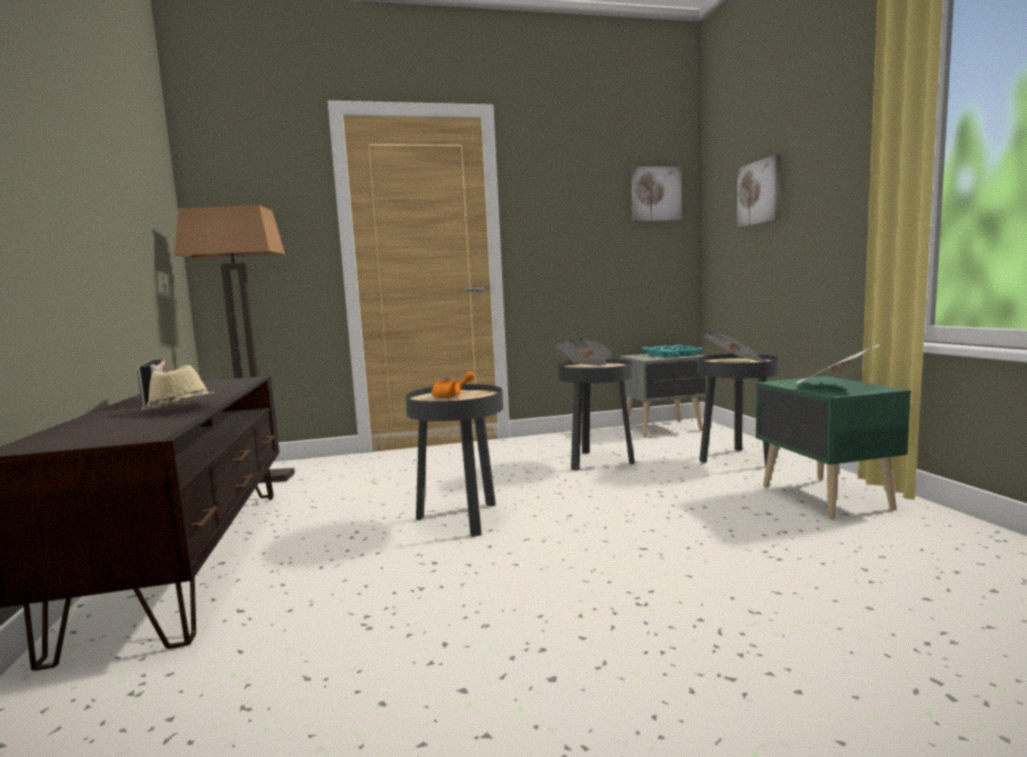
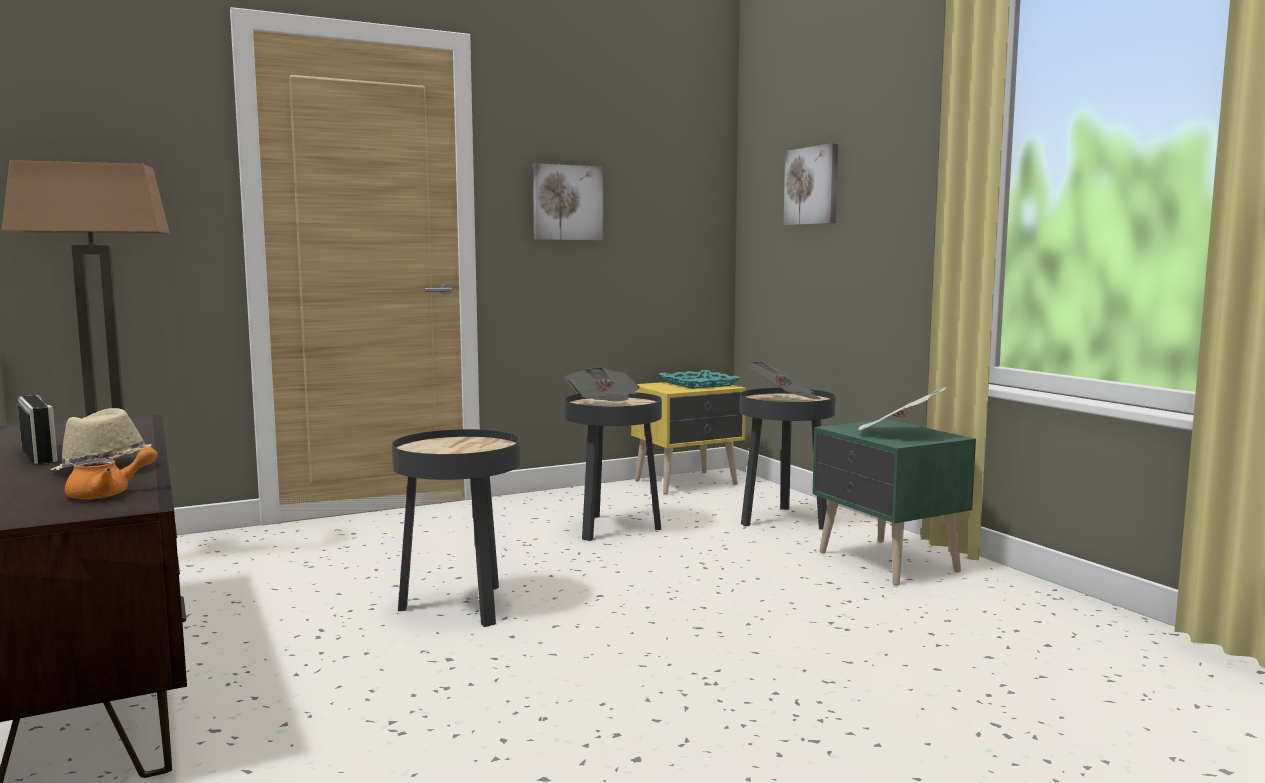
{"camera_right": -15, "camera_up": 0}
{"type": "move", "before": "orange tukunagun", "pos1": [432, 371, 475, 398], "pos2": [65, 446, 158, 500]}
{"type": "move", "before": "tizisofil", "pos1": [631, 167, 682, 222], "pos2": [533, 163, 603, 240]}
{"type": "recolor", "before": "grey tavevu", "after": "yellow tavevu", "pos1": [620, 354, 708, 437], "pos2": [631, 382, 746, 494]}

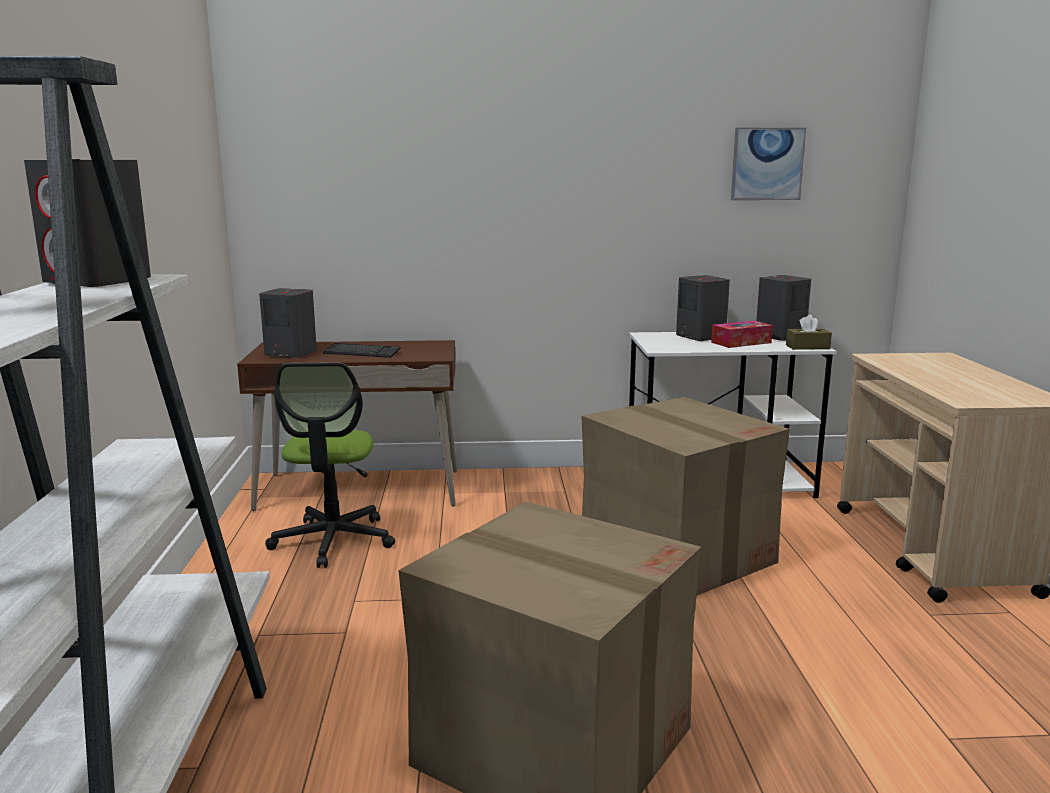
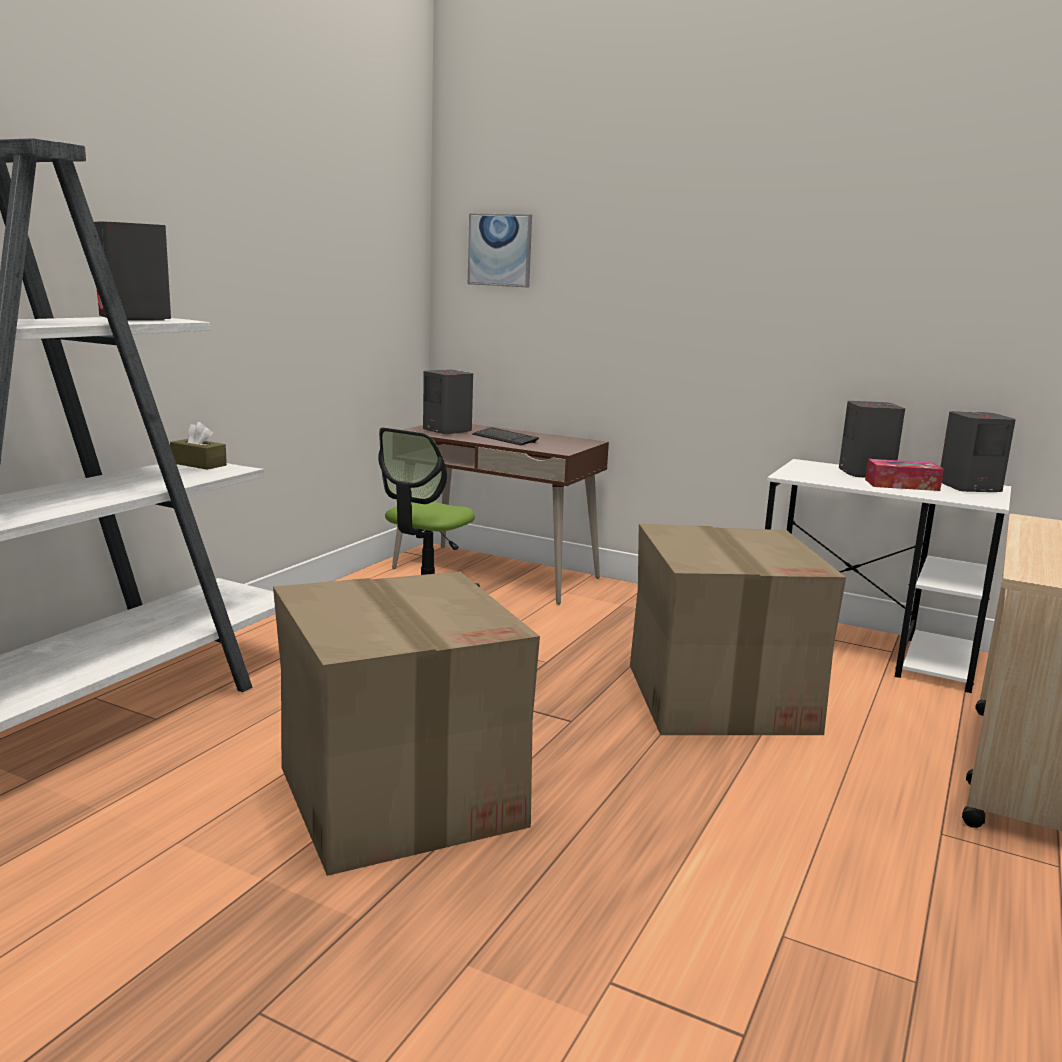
{"camera_right": 30, "camera_up": 0}
{"type": "move", "before": "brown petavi", "pos1": [786, 314, 832, 350], "pos2": [170, 422, 227, 470]}
{"type": "move", "before": "tizisofil", "pos1": [731, 128, 806, 200], "pos2": [468, 213, 532, 287]}

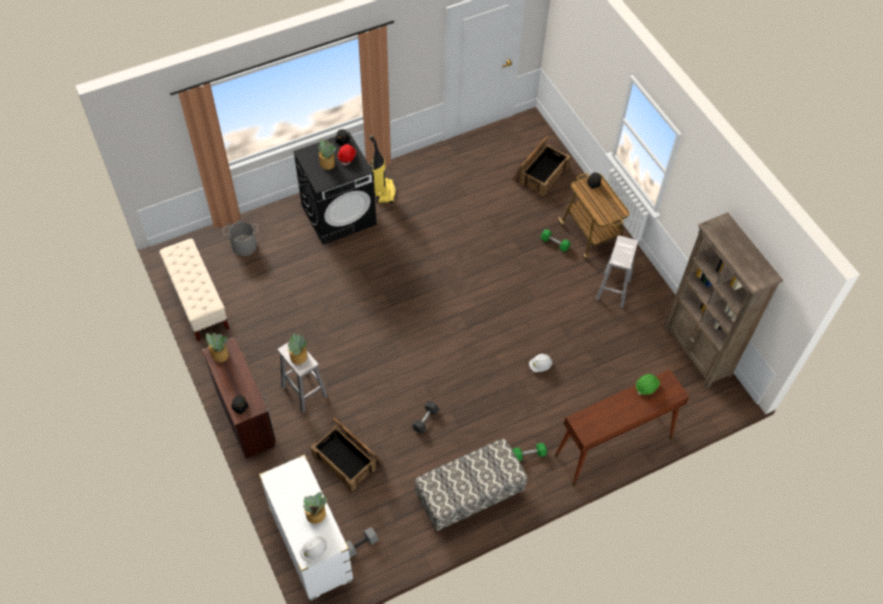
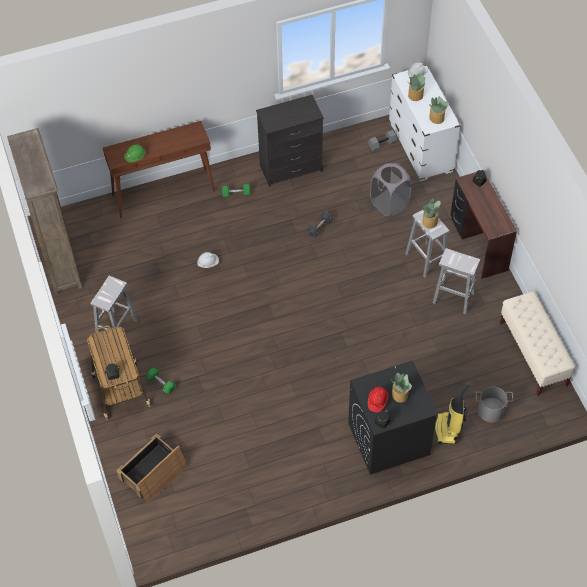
{"camera_right": -170, "camera_up": 0}
{"type": "replace", "before": "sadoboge", "after": "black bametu", "pos1": [415, 438, 527, 533], "pos2": [256, 95, 324, 187]}
{"type": "replace", "before": "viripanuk", "after": "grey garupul", "pos1": [310, 418, 382, 492], "pos2": [370, 162, 411, 217]}
{"type": "move", "before": "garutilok", "pos1": [204, 333, 229, 362], "pos2": [429, 96, 449, 124]}
{"type": "insert", "after": "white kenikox", "pos2": [433, 248, 480, 314]}
{"type": "move", "before": "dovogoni", "pos1": [369, 135, 396, 204], "pos2": [435, 383, 470, 444]}

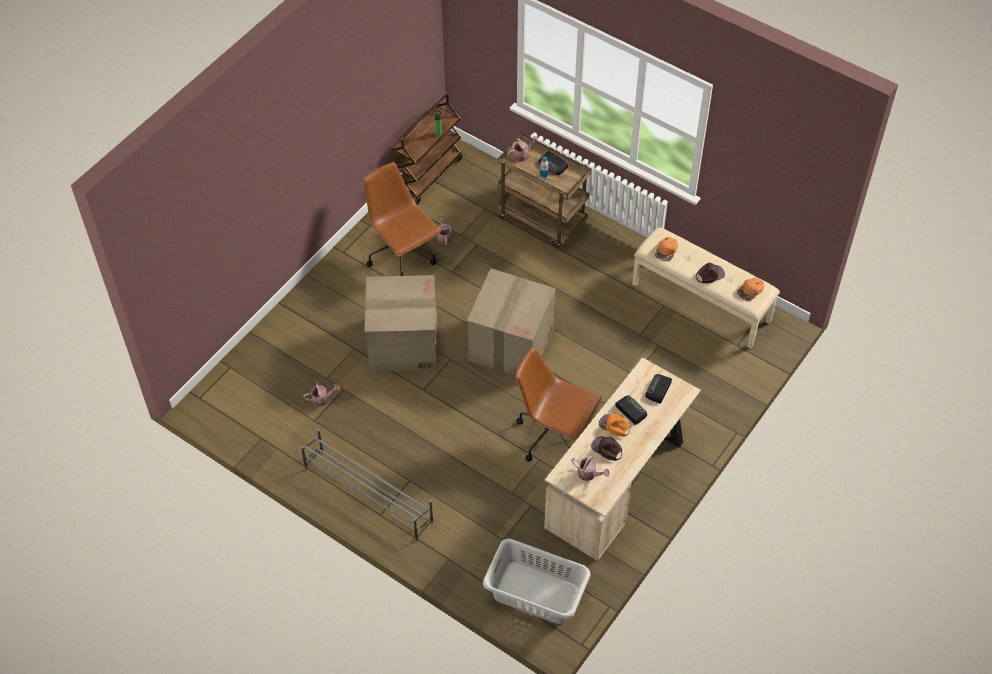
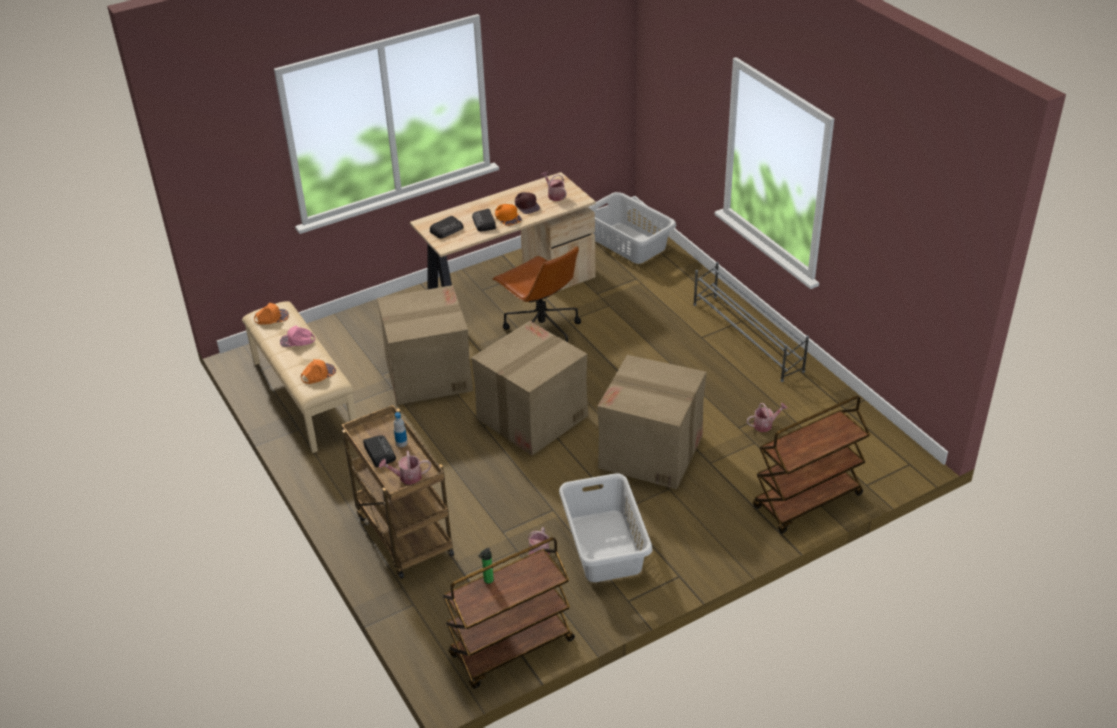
{"camera_right": -155, "camera_up": -15}
{"type": "recolor", "before": "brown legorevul", "after": "pink legorevul", "pos1": [696, 262, 725, 283], "pos2": [280, 326, 315, 347]}
{"type": "insert", "after": "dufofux", "pos2": [377, 285, 473, 405]}
{"type": "replace", "before": "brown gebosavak", "after": "grey garupul", "pos1": [363, 162, 441, 276], "pos2": [559, 473, 653, 582]}
{"type": "rotate", "before": "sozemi", "pos1": [303, 383, 340, 406], "pos2": [747, 403, 788, 432], "turn": 150}
{"type": "insert", "after": "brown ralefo", "pos2": [753, 396, 870, 534]}

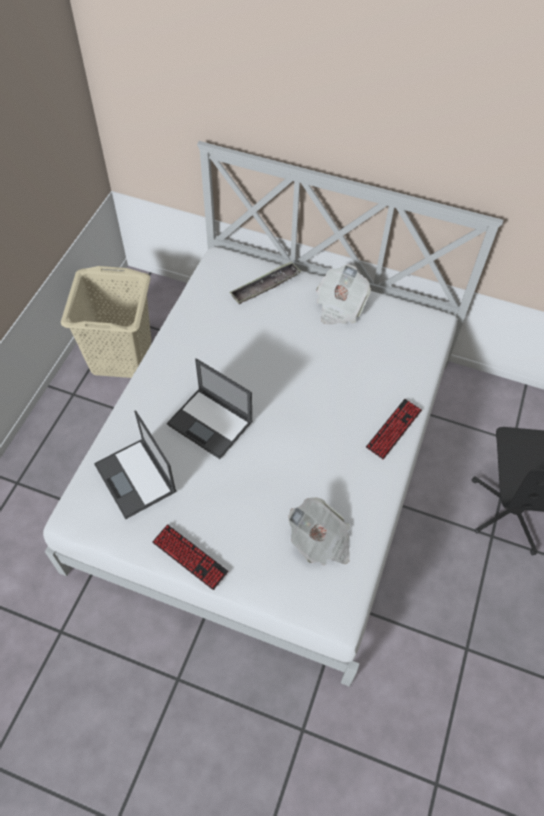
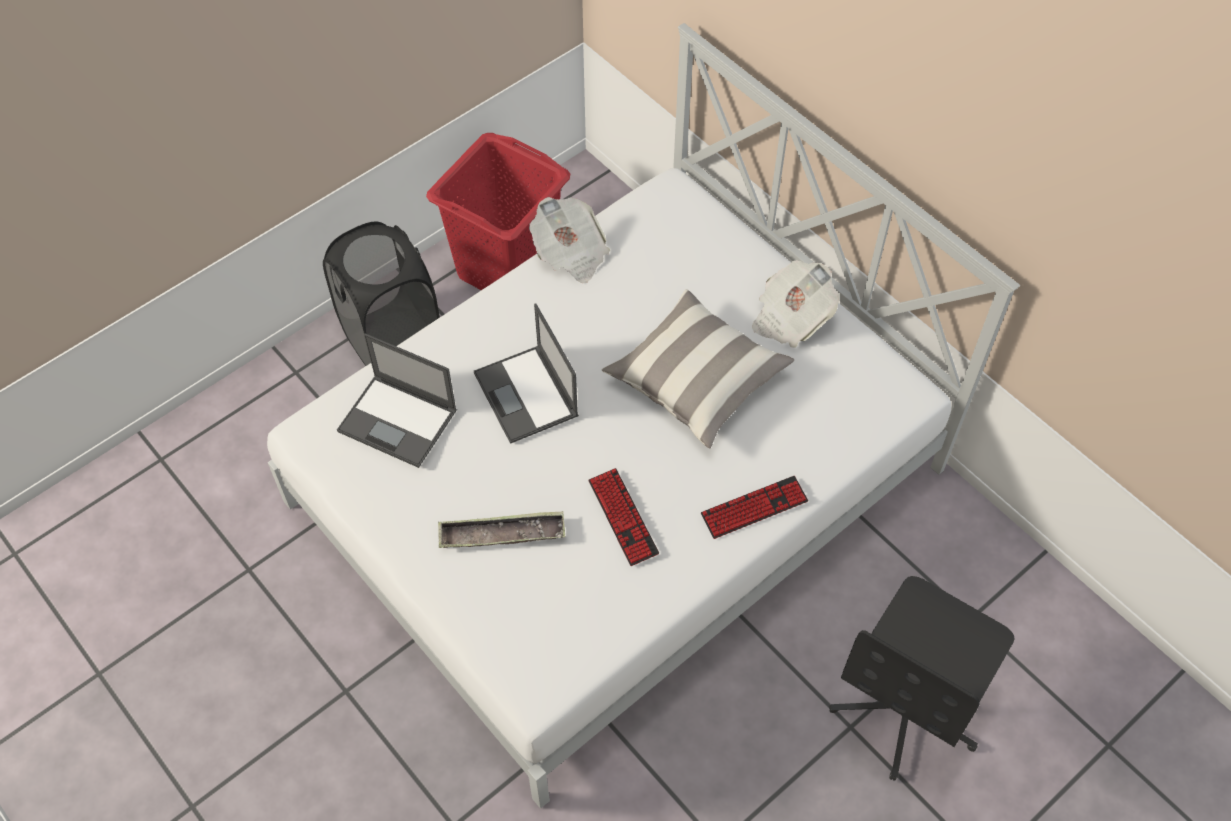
{"camera_right": 30, "camera_up": 0}
{"type": "insert", "after": "black garupul", "pos2": [323, 221, 440, 366]}
{"type": "rotate", "before": "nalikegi", "pos1": [94, 410, 177, 519], "pos2": [337, 333, 457, 468], "turn": -60}
{"type": "recolor", "before": "beige garupul", "after": "red garupul", "pos1": [61, 266, 151, 378], "pos2": [426, 133, 570, 290]}
{"type": "move", "before": "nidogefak", "pos1": [230, 261, 302, 304], "pos2": [438, 511, 565, 548]}
{"type": "move", "before": "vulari", "pos1": [288, 497, 350, 565], "pos2": [529, 197, 610, 283]}
{"type": "move", "before": "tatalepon", "pos1": [152, 524, 228, 590], "pos2": [588, 468, 659, 566]}
{"type": "insert", "after": "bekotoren", "pos2": [602, 289, 794, 449]}

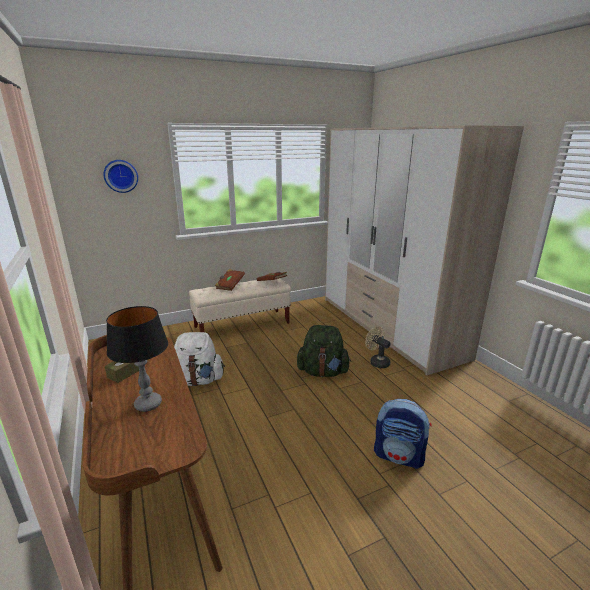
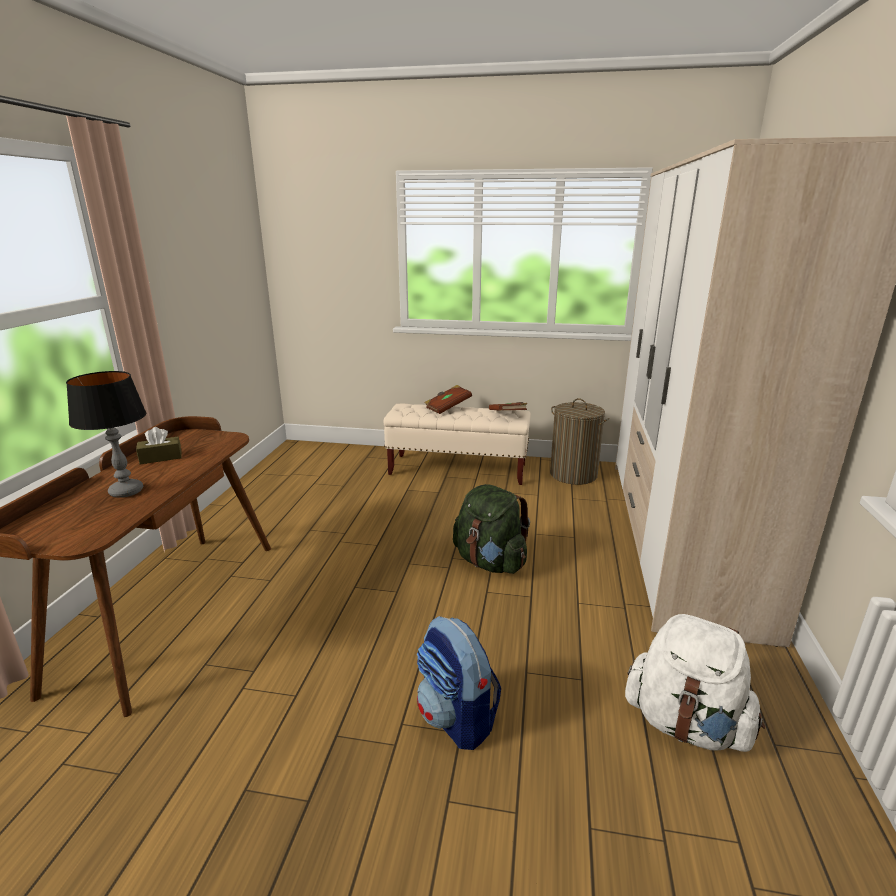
{"camera_right": 35, "camera_up": 0}
{"type": "insert", "after": "garupul", "pos2": [550, 398, 610, 485]}
{"type": "move", "before": "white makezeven", "pos1": [174, 332, 225, 386], "pos2": [625, 614, 765, 752]}
{"type": "delete", "before": "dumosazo", "pos1": [103, 160, 138, 193]}
{"type": "delete", "before": "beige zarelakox", "pos1": [365, 327, 390, 368]}

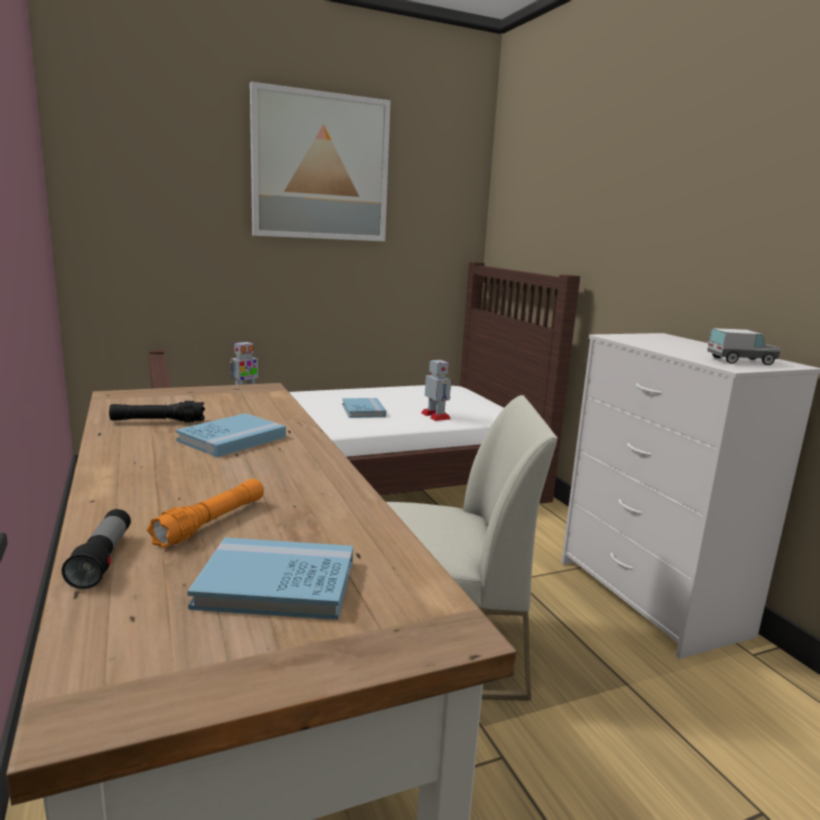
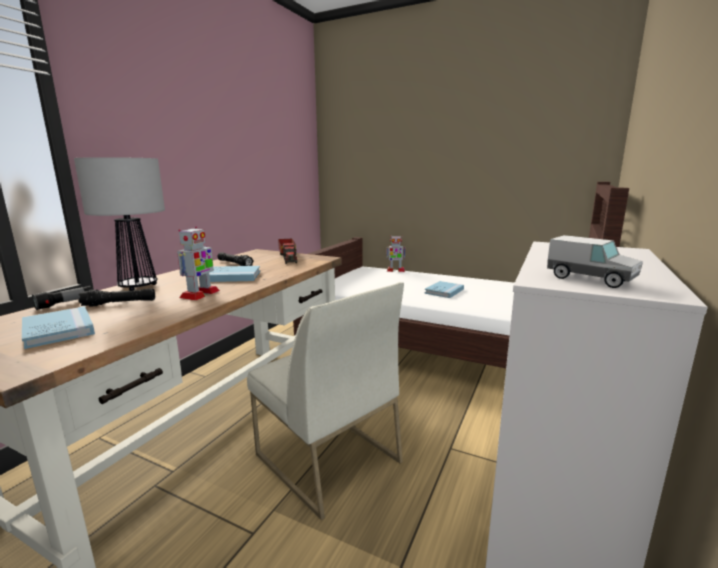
{"camera_right": 50, "camera_up": 0}
{"type": "insert", "after": "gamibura", "pos2": [74, 157, 165, 291]}
{"type": "recolor", "before": "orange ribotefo", "after": "black ribotefo", "pos1": [147, 479, 264, 548], "pos2": [78, 289, 155, 307]}
{"type": "move", "before": "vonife", "pos1": [421, 358, 452, 421], "pos2": [177, 227, 220, 300]}
{"type": "insert", "after": "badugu", "pos2": [278, 239, 297, 264]}
{"type": "delete", "before": "tizisofil", "pos1": [250, 82, 391, 241]}

